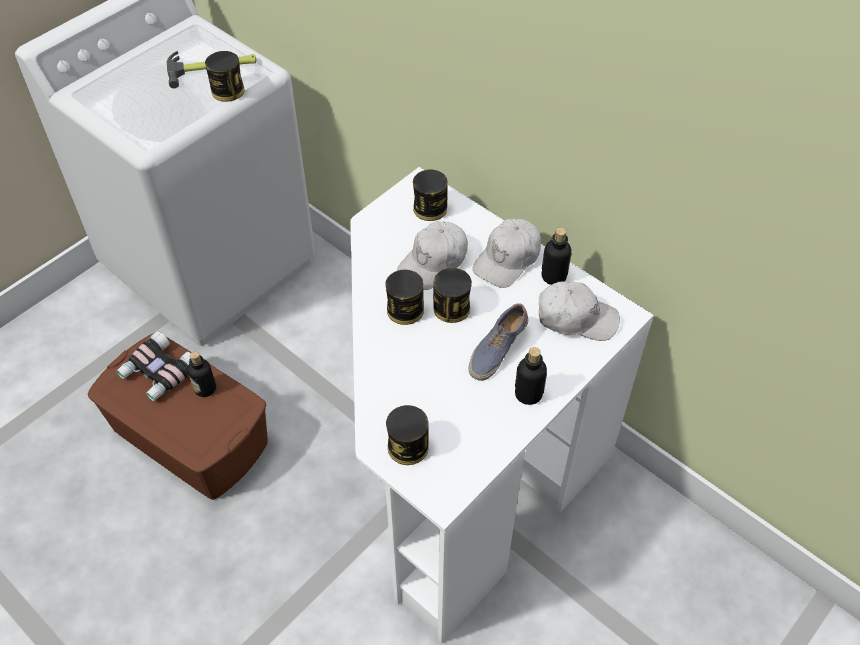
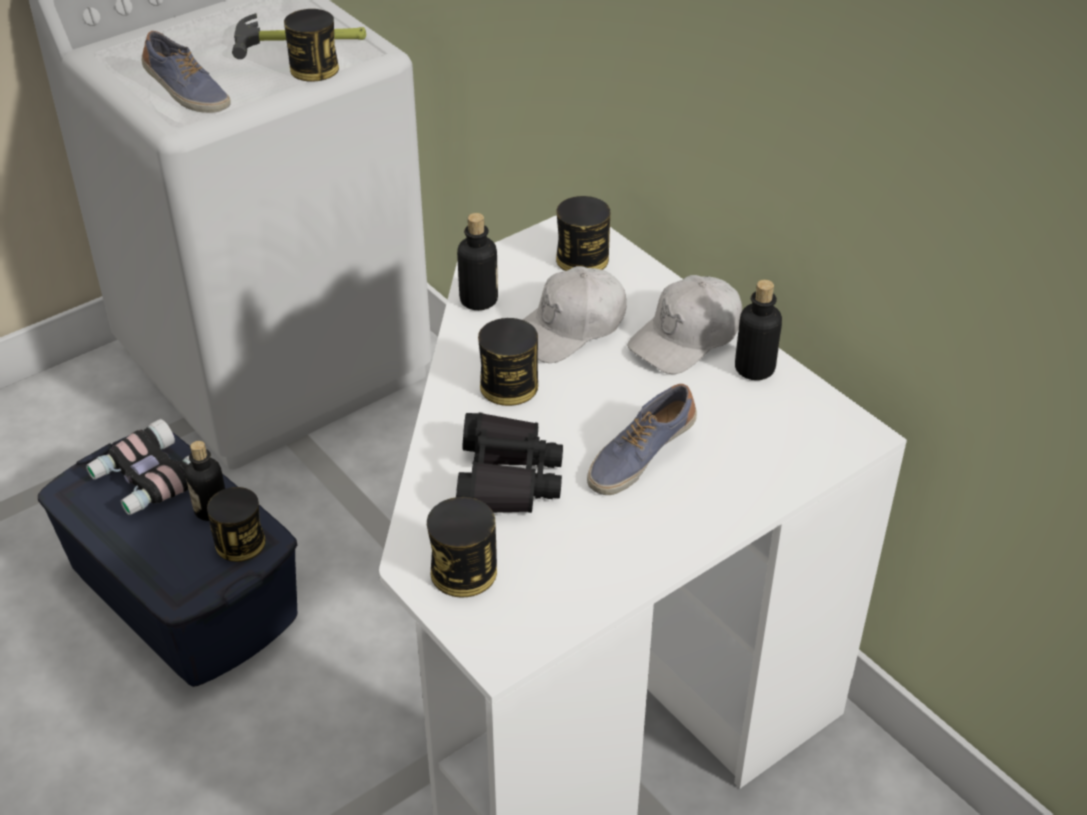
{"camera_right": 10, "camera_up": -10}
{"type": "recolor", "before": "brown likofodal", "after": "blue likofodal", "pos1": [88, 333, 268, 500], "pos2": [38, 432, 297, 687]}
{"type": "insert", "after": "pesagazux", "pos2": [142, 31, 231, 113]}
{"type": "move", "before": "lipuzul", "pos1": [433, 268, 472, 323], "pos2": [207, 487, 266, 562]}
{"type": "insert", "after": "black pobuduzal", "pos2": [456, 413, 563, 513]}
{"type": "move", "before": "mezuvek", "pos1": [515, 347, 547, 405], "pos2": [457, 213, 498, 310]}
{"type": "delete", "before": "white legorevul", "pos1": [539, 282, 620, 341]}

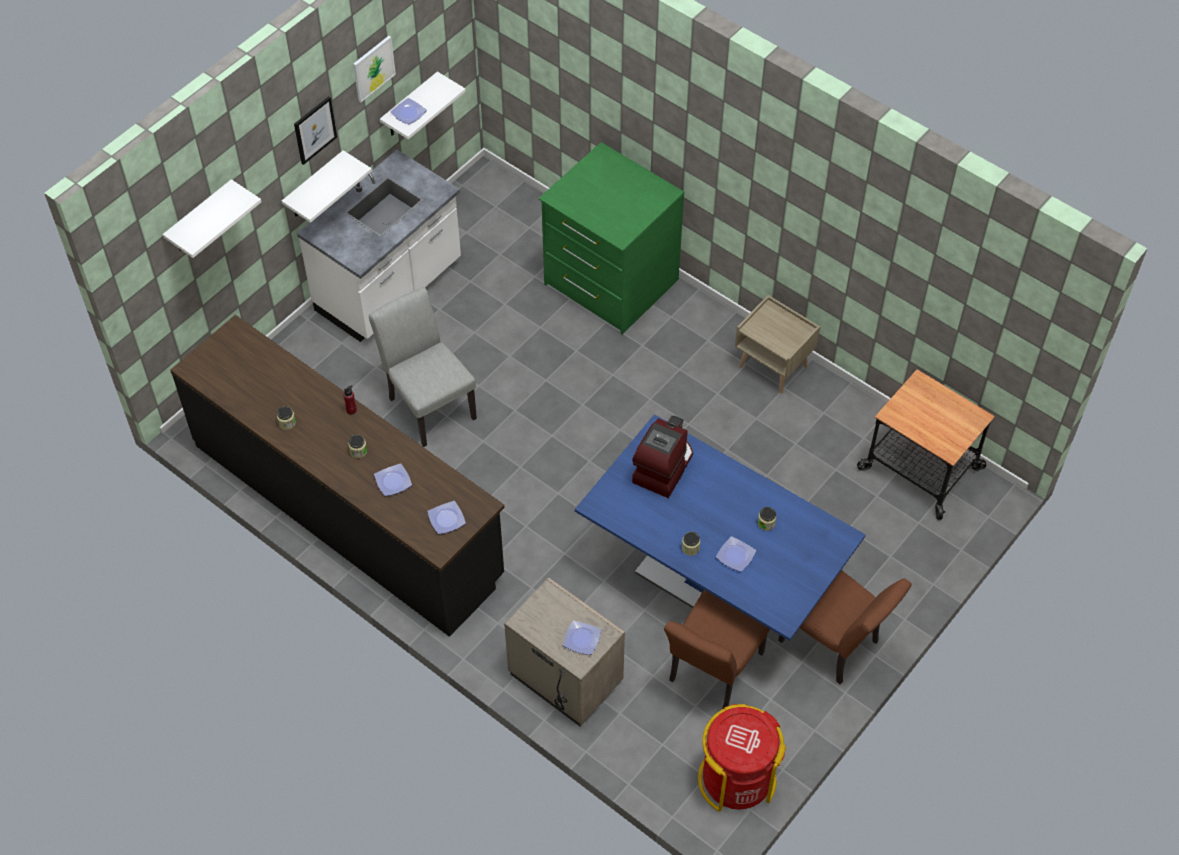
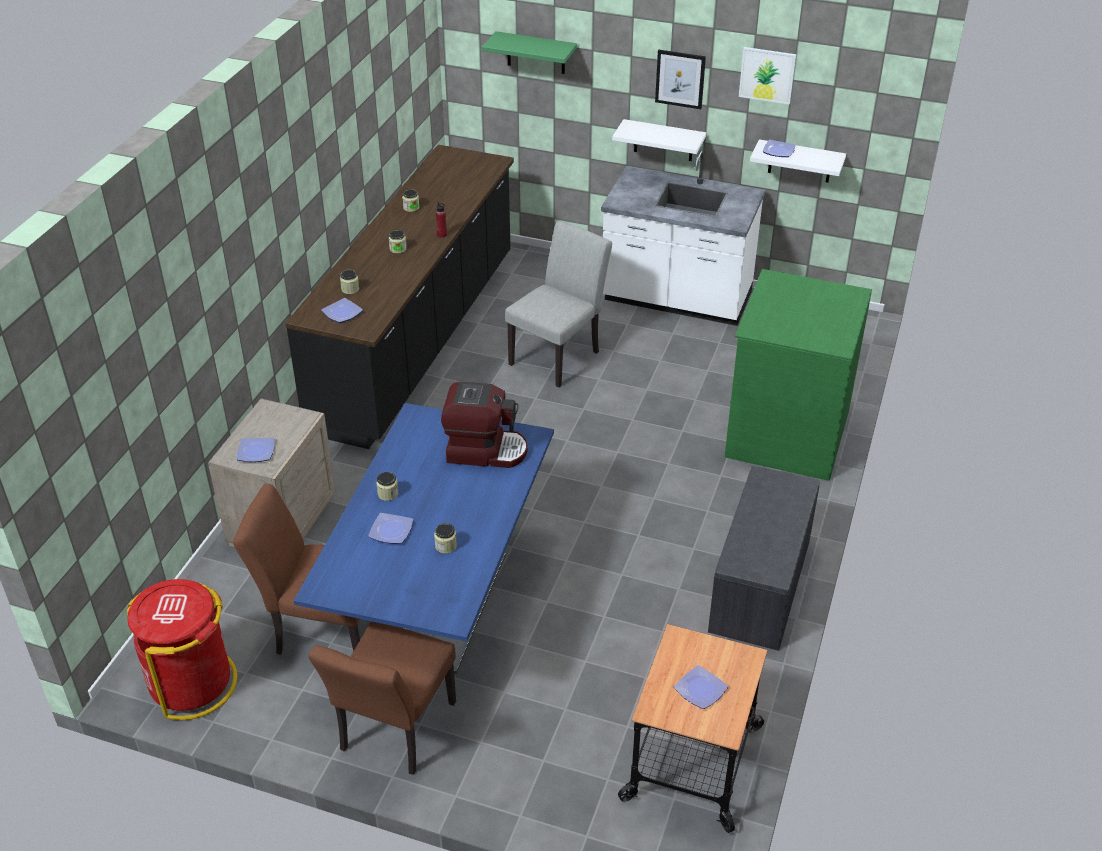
{"camera_right": 70, "camera_up": -15}
{"type": "insert", "after": "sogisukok", "pos2": [340, 270, 359, 294]}
{"type": "recolor", "before": "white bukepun", "after": "green bukepun", "pos1": [163, 179, 261, 258], "pos2": [482, 31, 577, 74]}
{"type": "move", "before": "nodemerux", "pos1": [374, 463, 412, 496], "pos2": [674, 665, 728, 709]}
{"type": "replace", "before": "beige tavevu", "after": "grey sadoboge", "pos1": [735, 295, 820, 394], "pos2": [708, 466, 820, 651]}

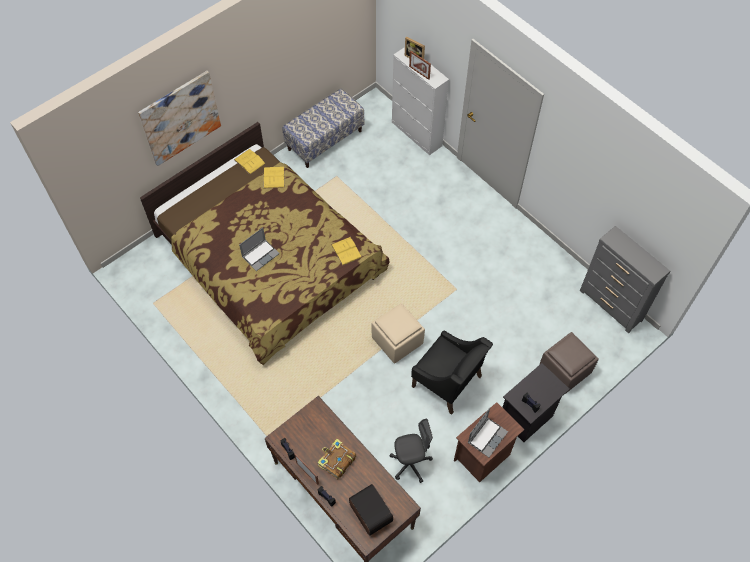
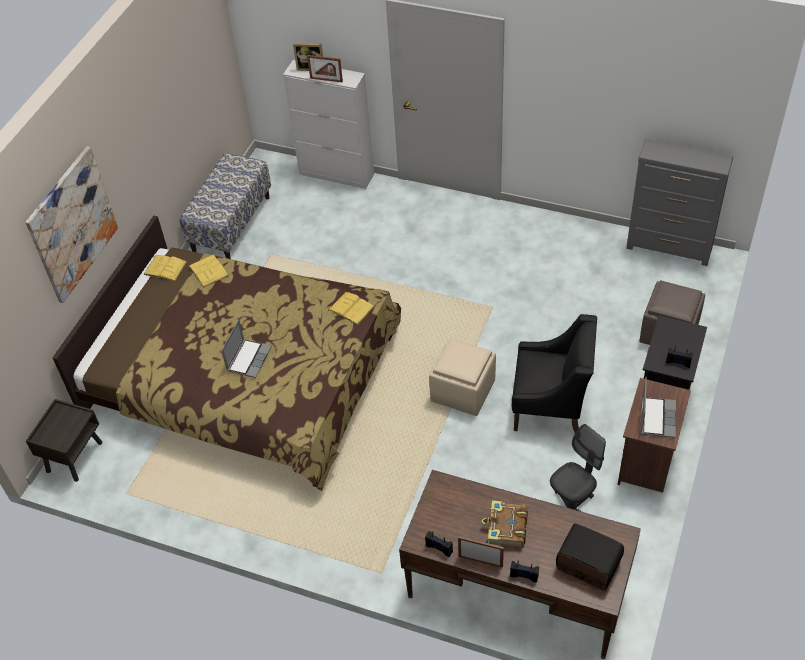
{"camera_right": -25, "camera_up": -10}
{"type": "insert", "after": "brown tavevu", "pos2": [26, 399, 102, 482]}

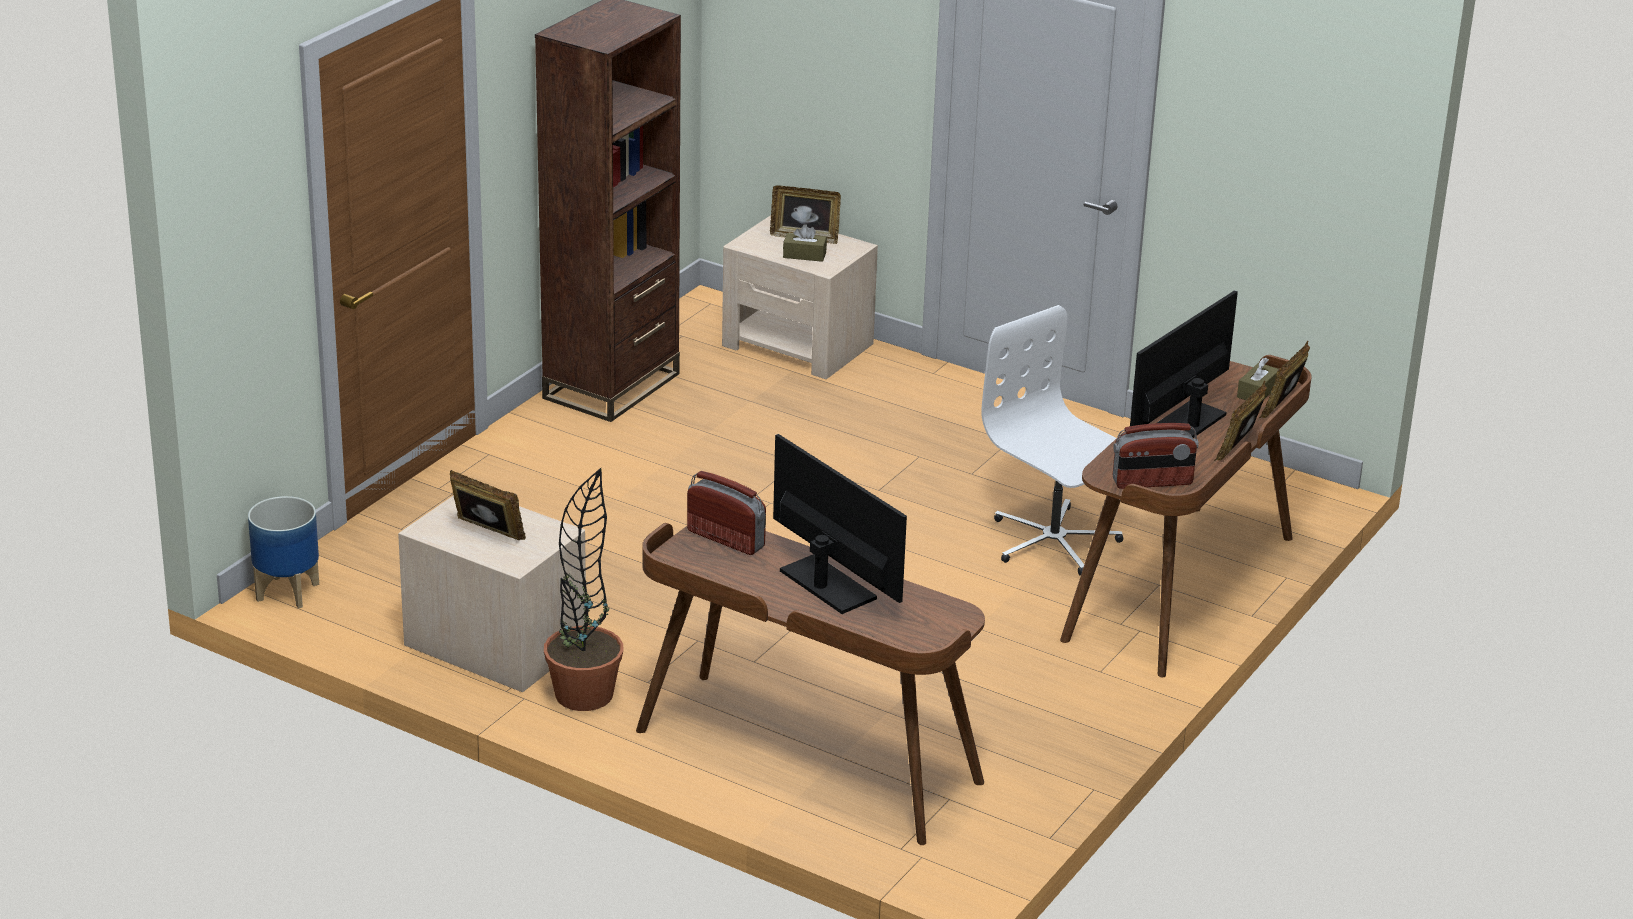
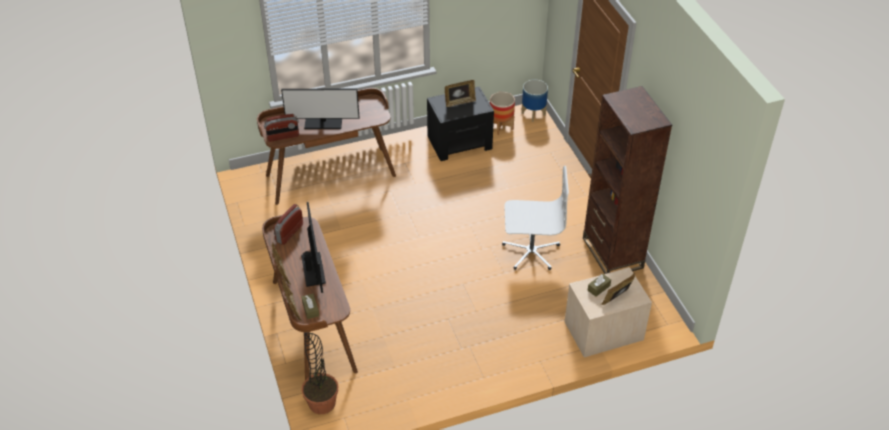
{"camera_right": 130, "camera_up": 15}
{"type": "move", "before": "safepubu", "pos1": [687, 471, 766, 555], "pos2": [264, 114, 299, 142]}
{"type": "move", "before": "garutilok", "pos1": [544, 468, 623, 711], "pos2": [301, 333, 338, 414]}
{"type": "recolor", "before": "beige tavevu", "after": "black tavevu", "pos1": [398, 495, 586, 692], "pos2": [427, 86, 494, 161]}
{"type": "insert", "after": "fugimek", "pos2": [490, 92, 515, 135]}
{"type": "move", "before": "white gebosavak", "pos1": [981, 305, 1123, 576], "pos2": [502, 166, 569, 270]}

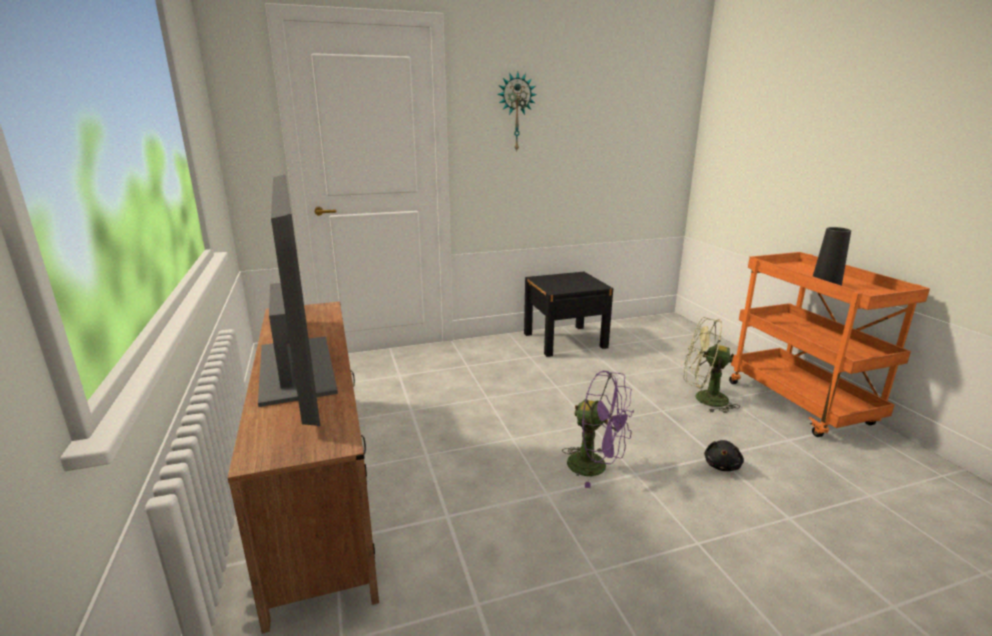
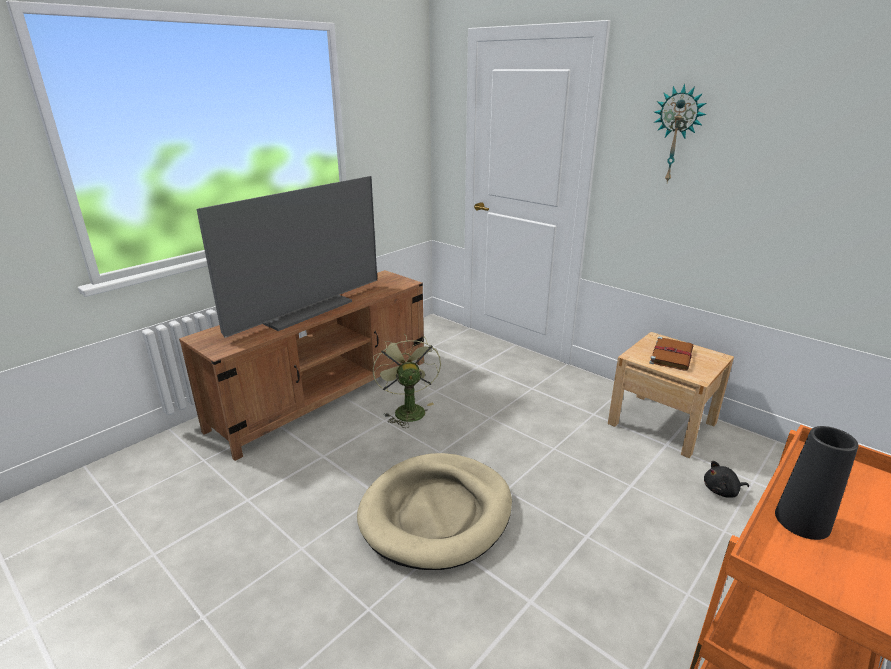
{"camera_right": 60, "camera_up": 5}
{"type": "replace", "before": "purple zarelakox", "after": "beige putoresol", "pos1": [562, 371, 634, 488], "pos2": [357, 453, 512, 570]}
{"type": "move", "before": "green zarelakox", "pos1": [684, 317, 740, 413], "pos2": [373, 334, 441, 428]}
{"type": "recolor", "before": "black tavevu", "after": "beige tavevu", "pos1": [524, 272, 613, 357], "pos2": [608, 332, 734, 458]}
{"type": "insert", "after": "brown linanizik", "pos2": [649, 337, 693, 371]}
{"type": "move", "before": "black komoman", "pos1": [704, 440, 744, 471], "pos2": [704, 461, 749, 498]}

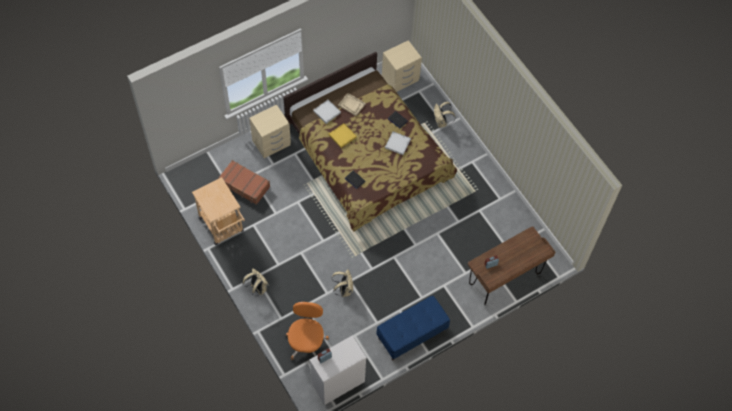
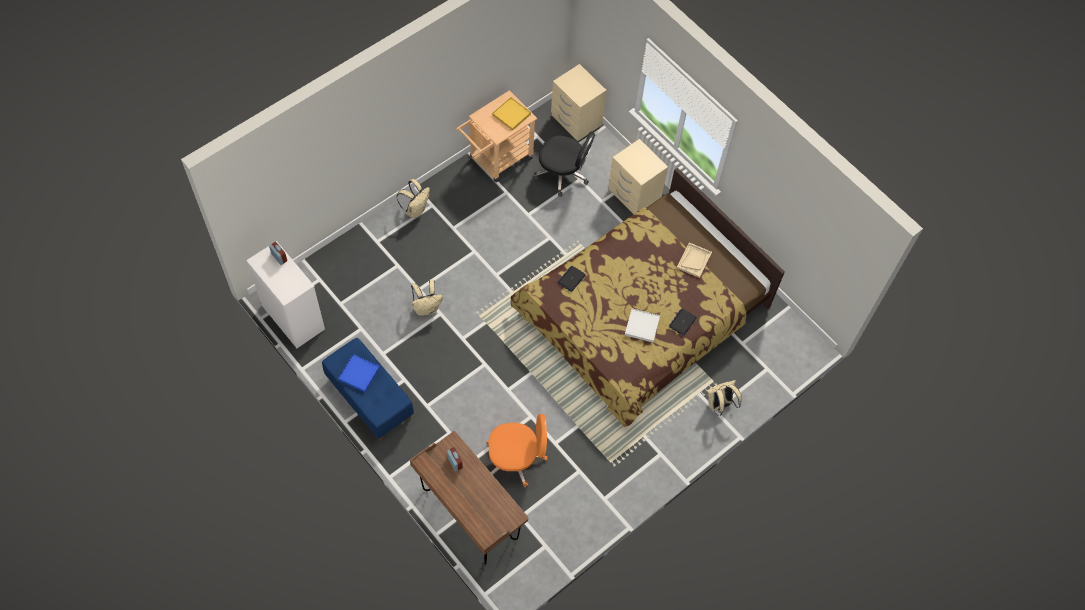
{"camera_right": 80, "camera_up": 0}
{"type": "insert", "after": "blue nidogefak", "pos2": [338, 354, 380, 392]}
{"type": "move", "before": "orange gebosavak", "pos1": [286, 302, 329, 360], "pos2": [487, 414, 547, 488]}
{"type": "move", "before": "yellow nidogefak", "pos1": [329, 123, 357, 148], "pos2": [492, 97, 531, 131]}
{"type": "replace", "before": "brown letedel", "after": "black gebosavak", "pos1": [218, 160, 270, 205], "pos2": [534, 131, 595, 197]}
{"type": "move", "before": "beige tavevu", "pos1": [382, 40, 422, 92], "pos2": [551, 64, 607, 141]}
{"type": "delete", "before": "white nidogefak", "pos1": [313, 99, 341, 124]}

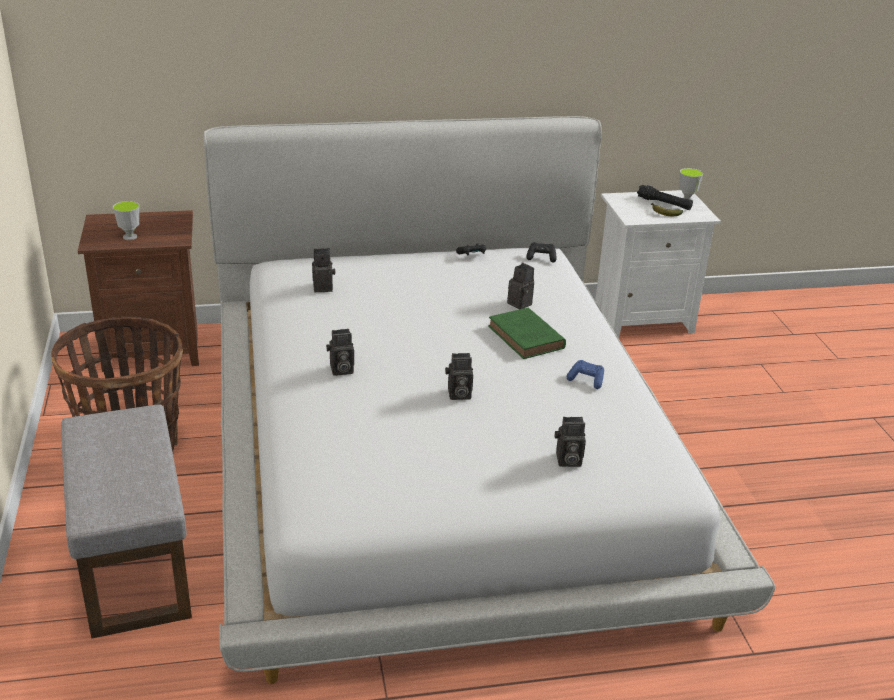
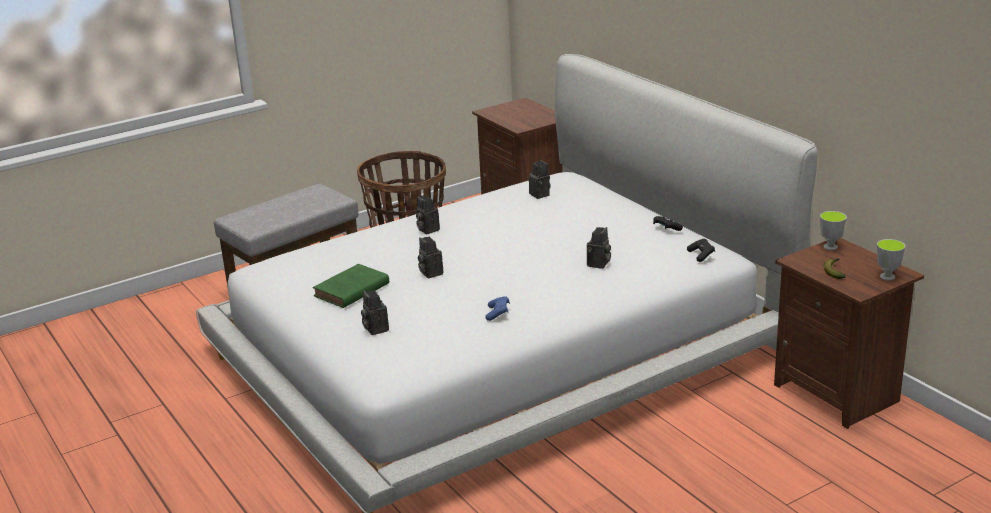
{"camera_right": 70, "camera_up": -5}
{"type": "move", "before": "green linanizik", "pos1": [488, 307, 566, 359], "pos2": [313, 264, 389, 308]}
{"type": "recolor", "before": "white tavevu", "after": "brown tavevu", "pos1": [595, 190, 721, 338], "pos2": [774, 238, 924, 429]}
{"type": "move", "before": "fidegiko", "pos1": [113, 201, 140, 240], "pos2": [820, 211, 847, 250]}
{"type": "delete", "before": "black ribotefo", "pos1": [637, 185, 693, 210]}

